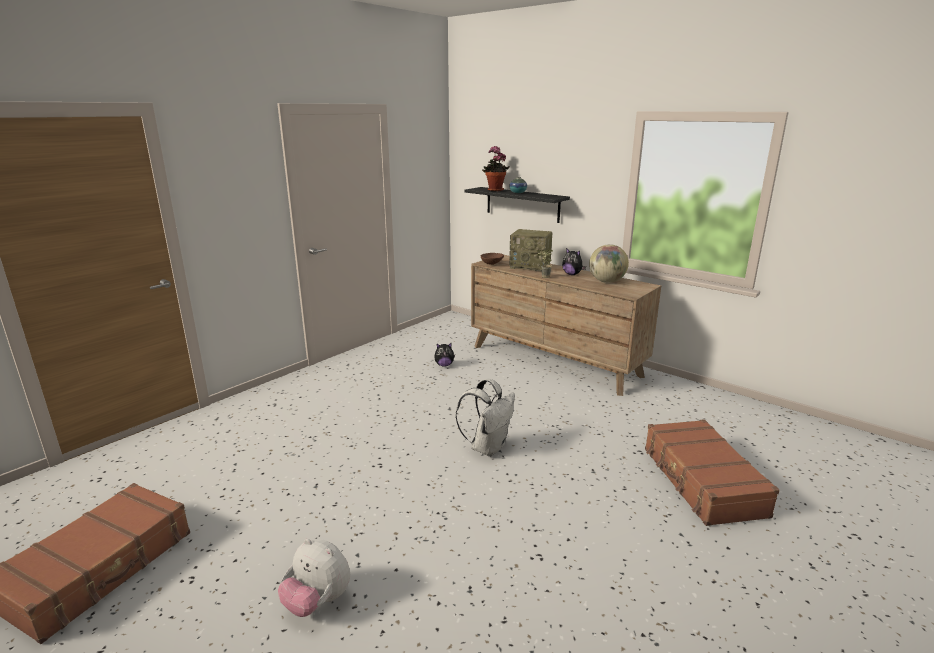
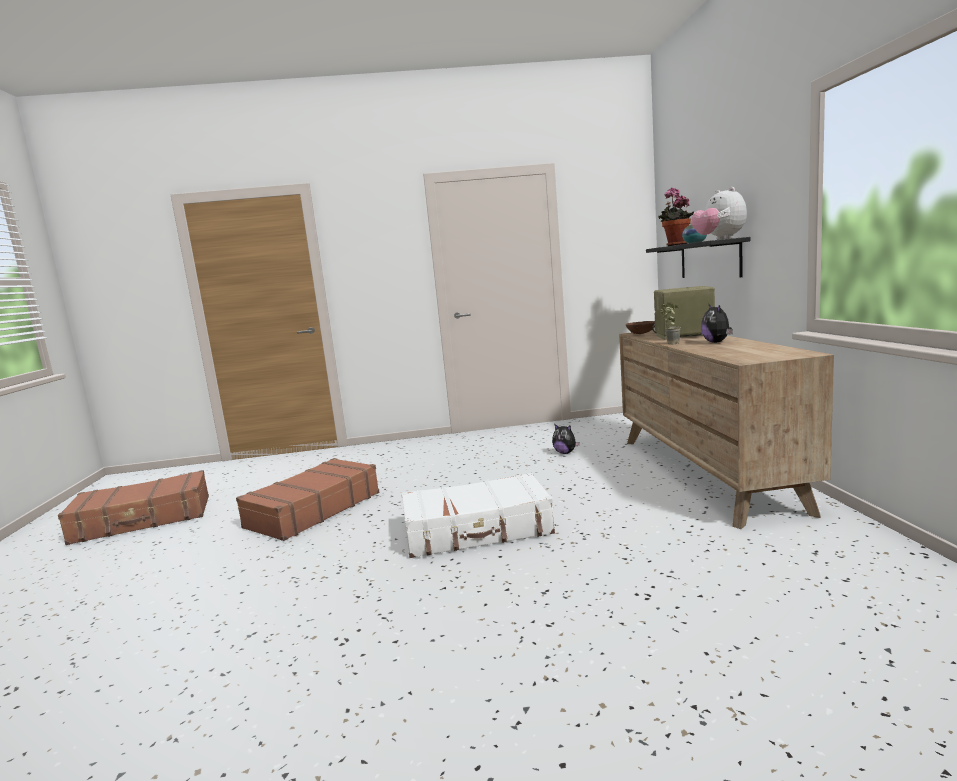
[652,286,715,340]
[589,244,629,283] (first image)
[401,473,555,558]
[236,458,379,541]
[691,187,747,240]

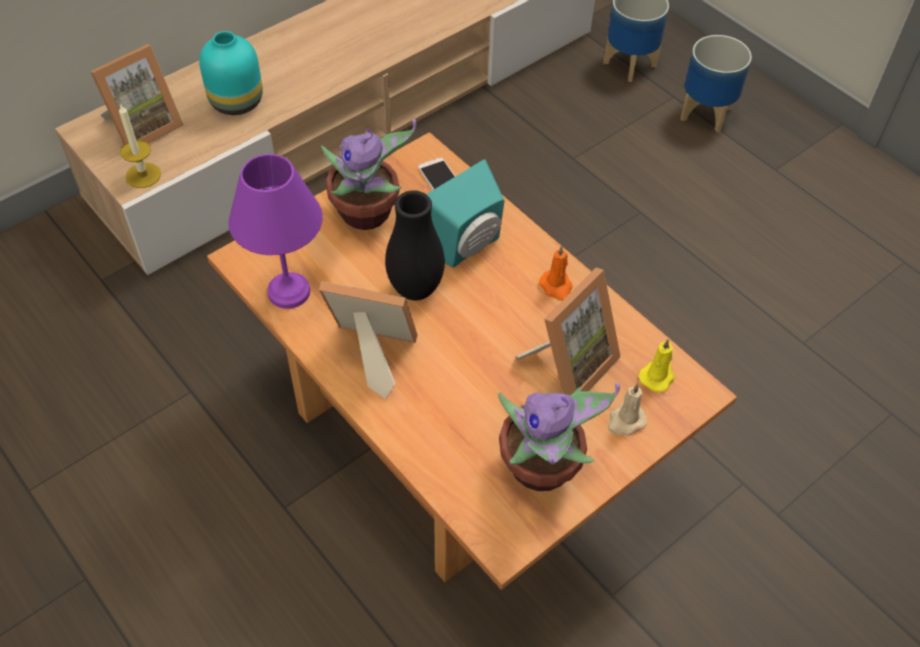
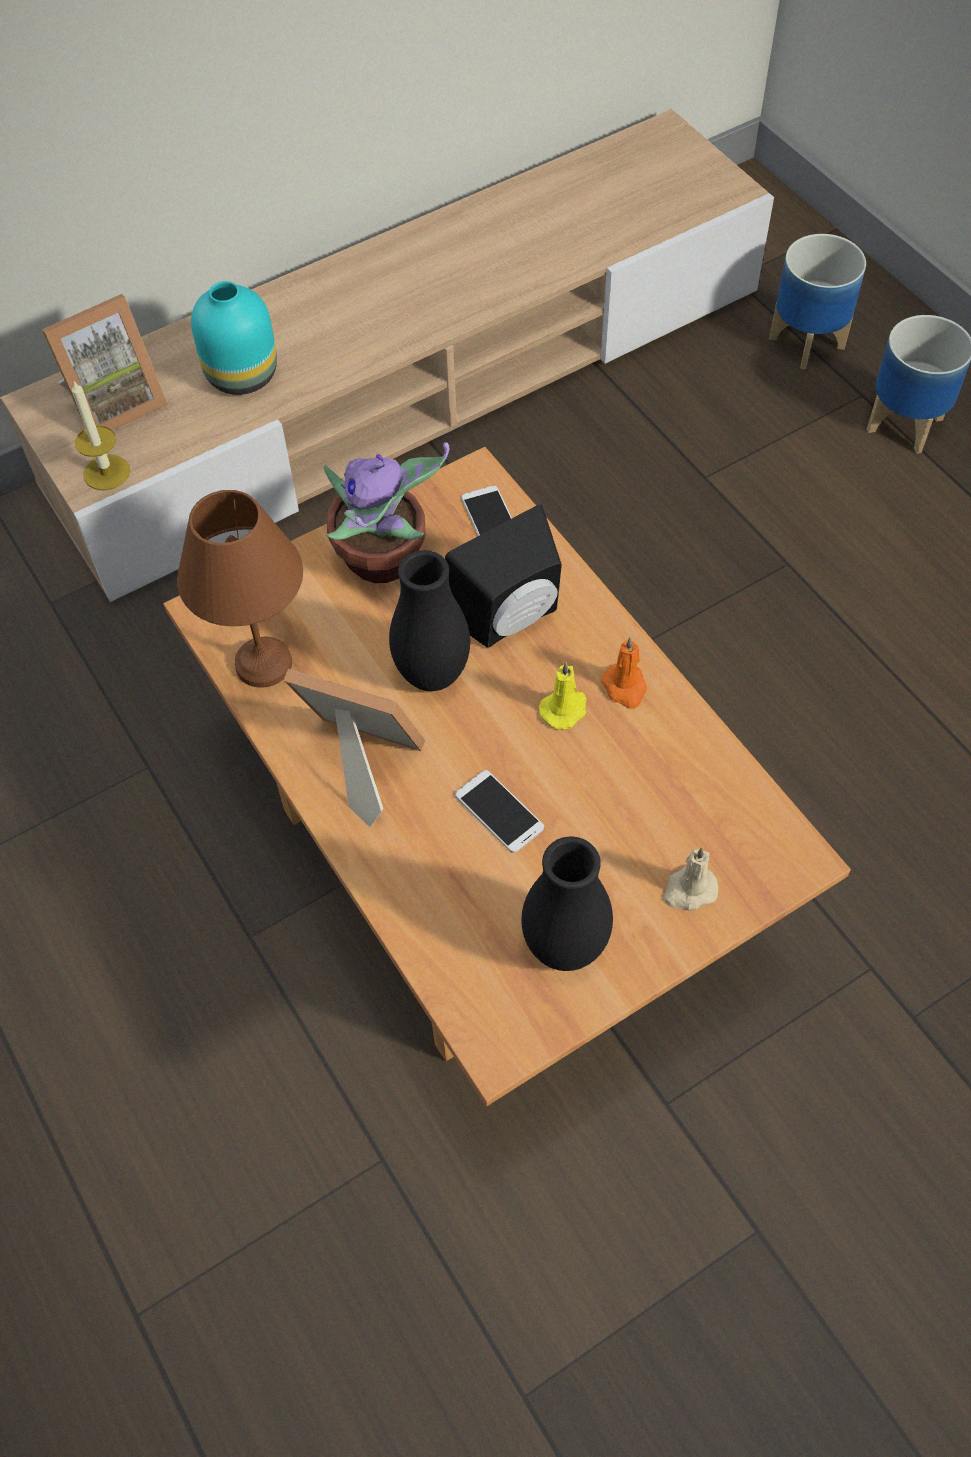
[177,490,303,688]
[445,504,562,648]
[515,267,621,396] (first image)
[539,662,586,730]
[521,837,613,971]
[455,770,544,853]

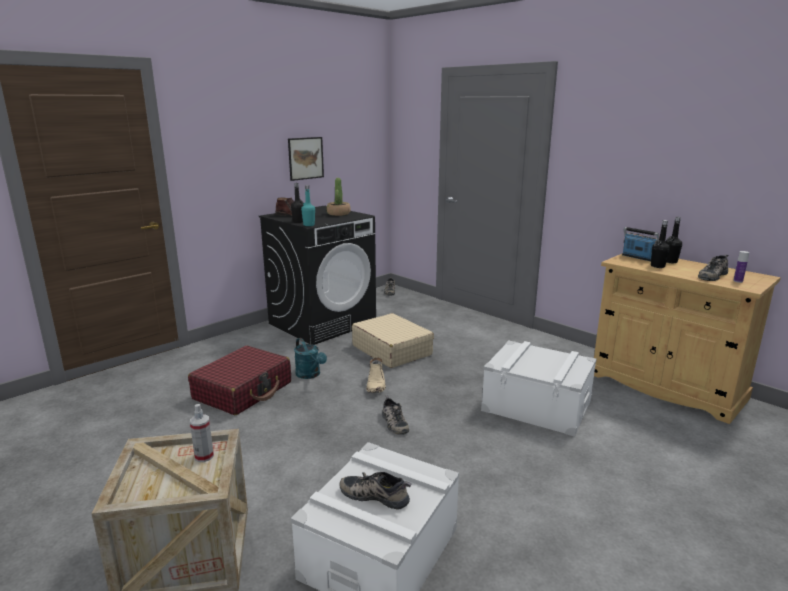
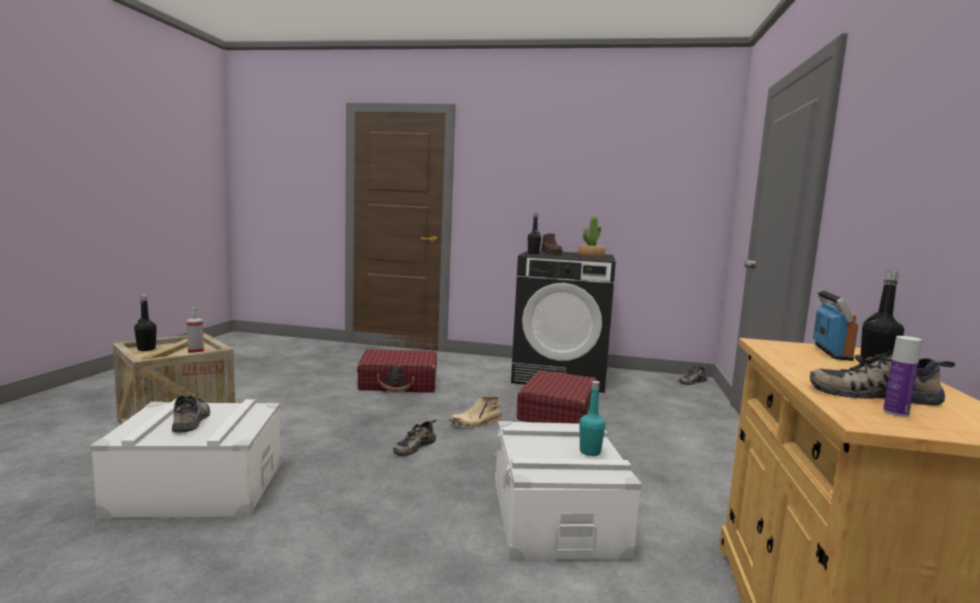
[288,137,324,181] (first image)
[580,381,606,456]
[134,295,157,351]
[517,370,597,424]
[294,338,327,379] (first image)

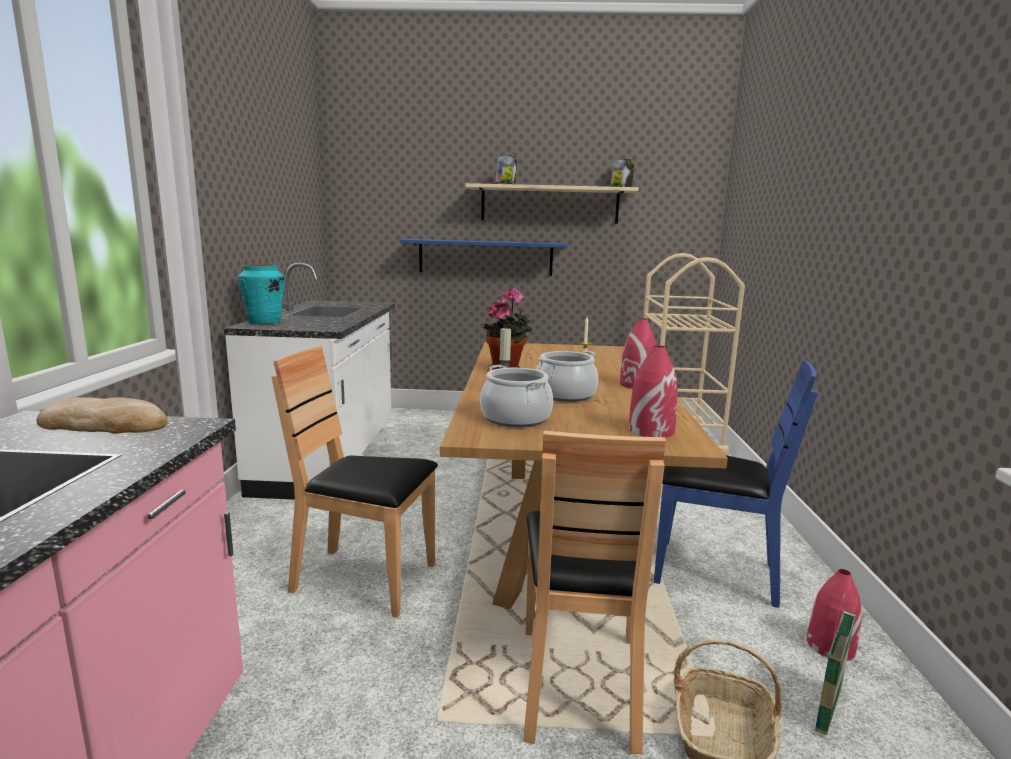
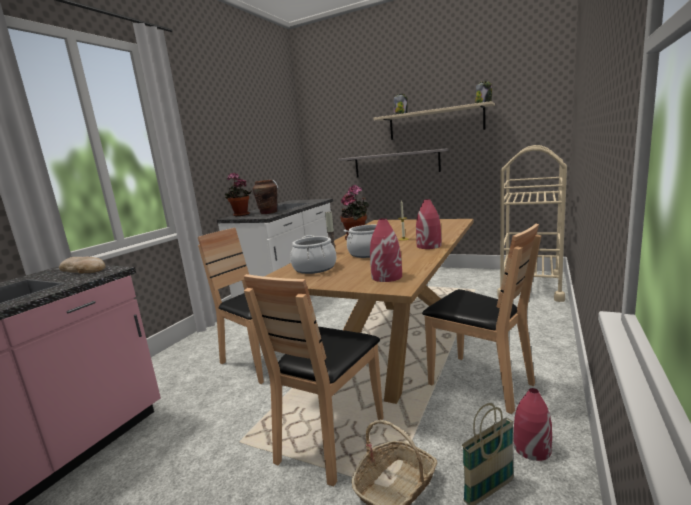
[338,148,449,177]
[225,173,252,217]
[422,223,541,414]
[252,180,277,214]

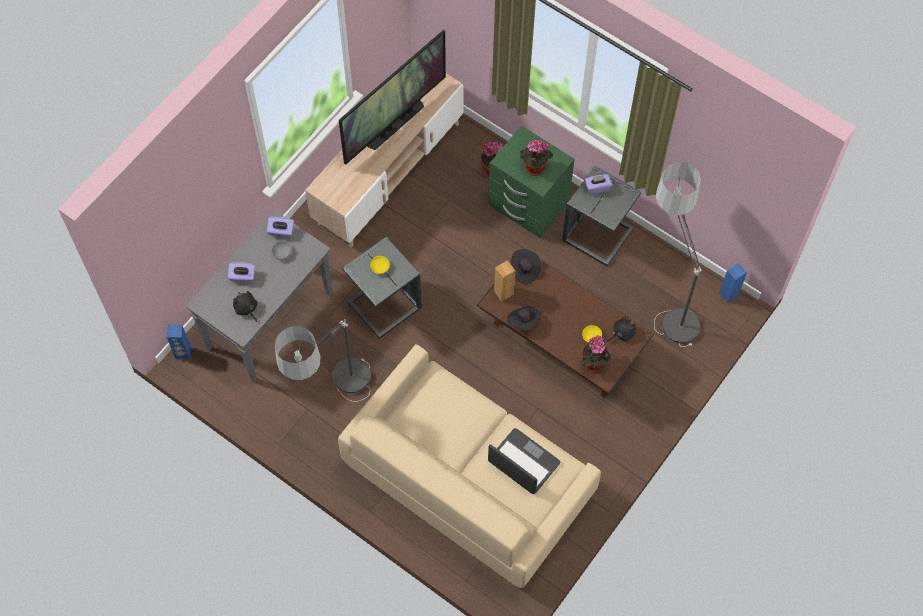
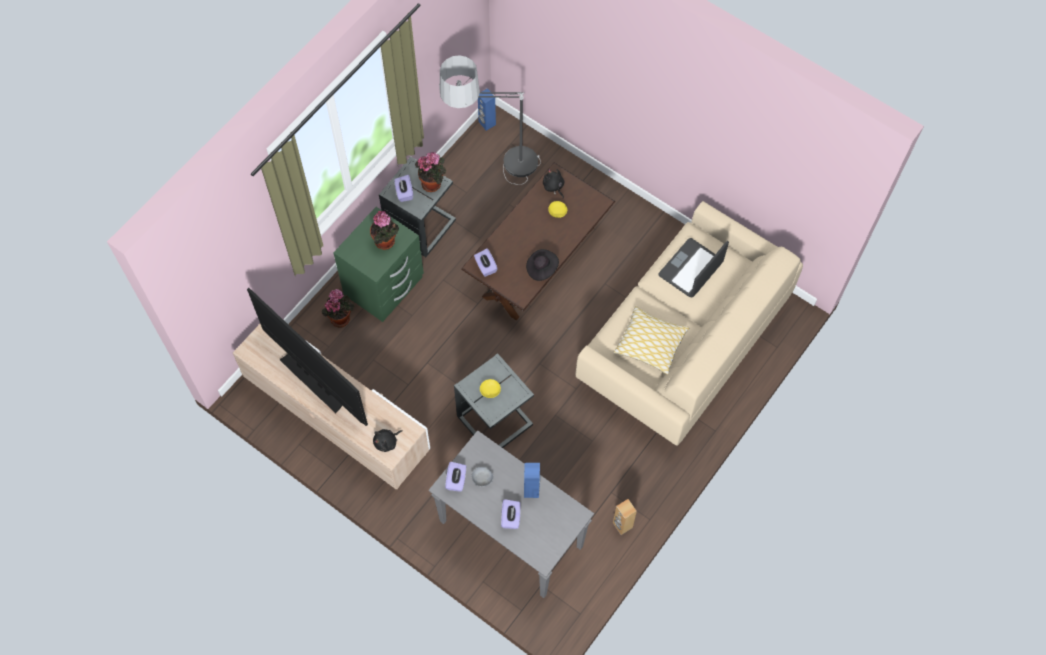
[474,248,498,277]
[613,499,637,535]
[373,429,403,452]
[275,319,371,402] (first image)
[524,463,540,498]
[415,152,446,192]
[614,306,689,375]

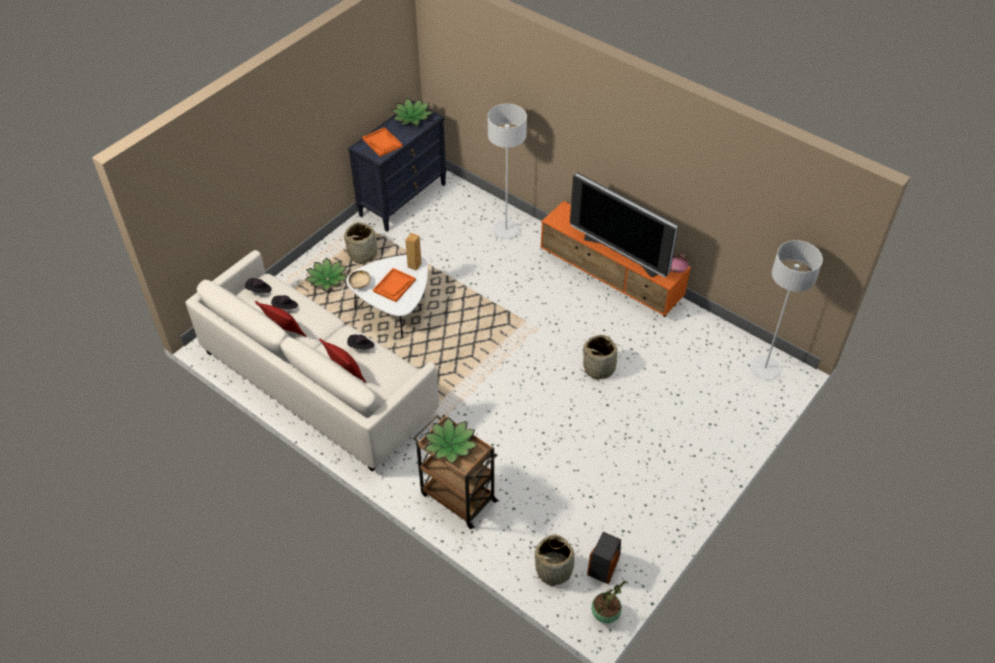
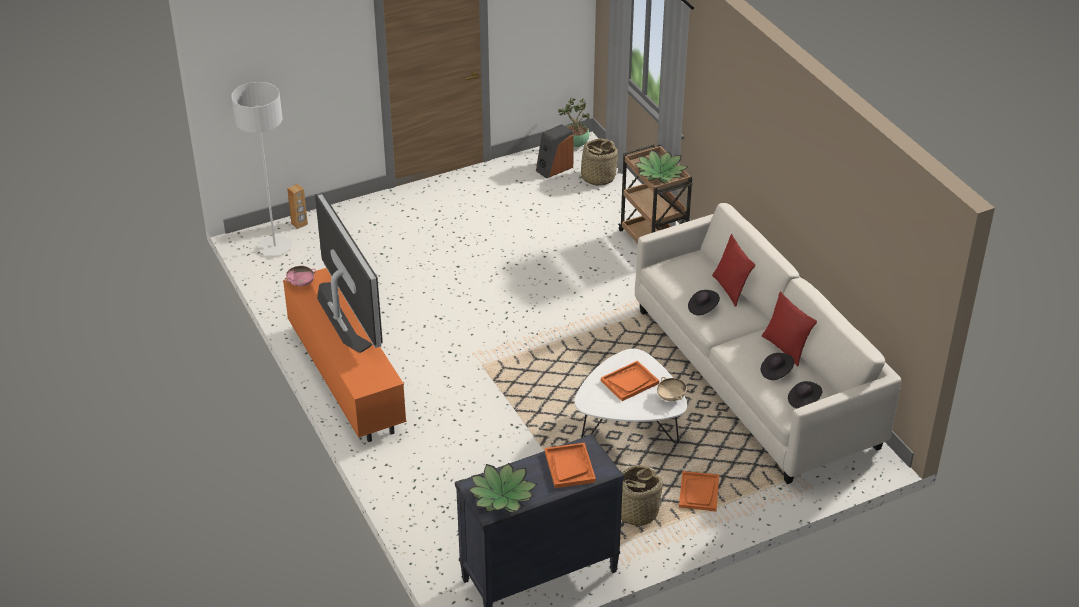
[488,104,527,239] (first image)
[287,184,308,229]
[679,471,719,512]
[583,335,623,379] (first image)

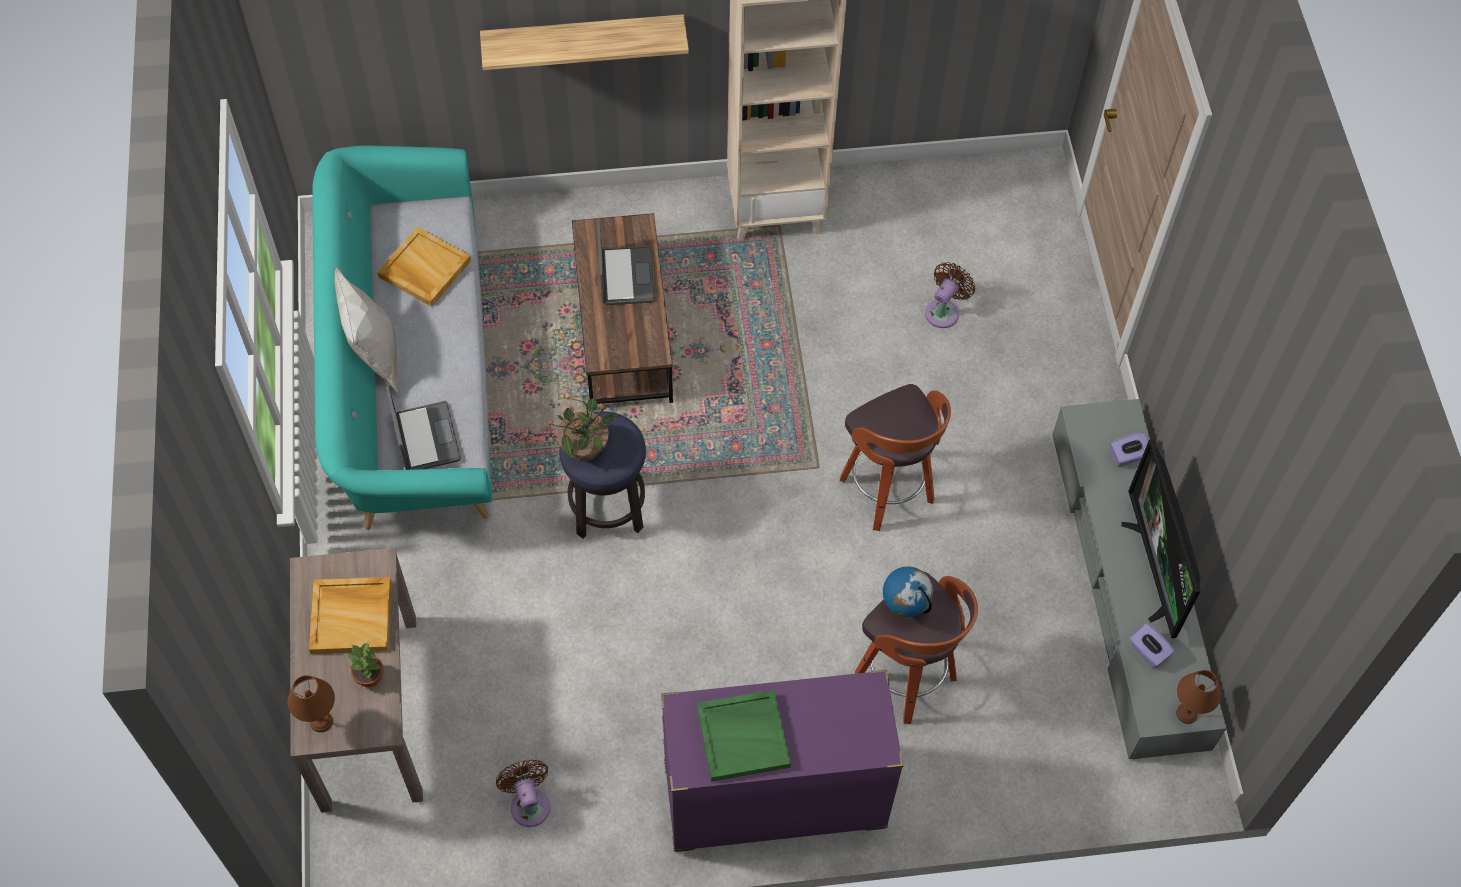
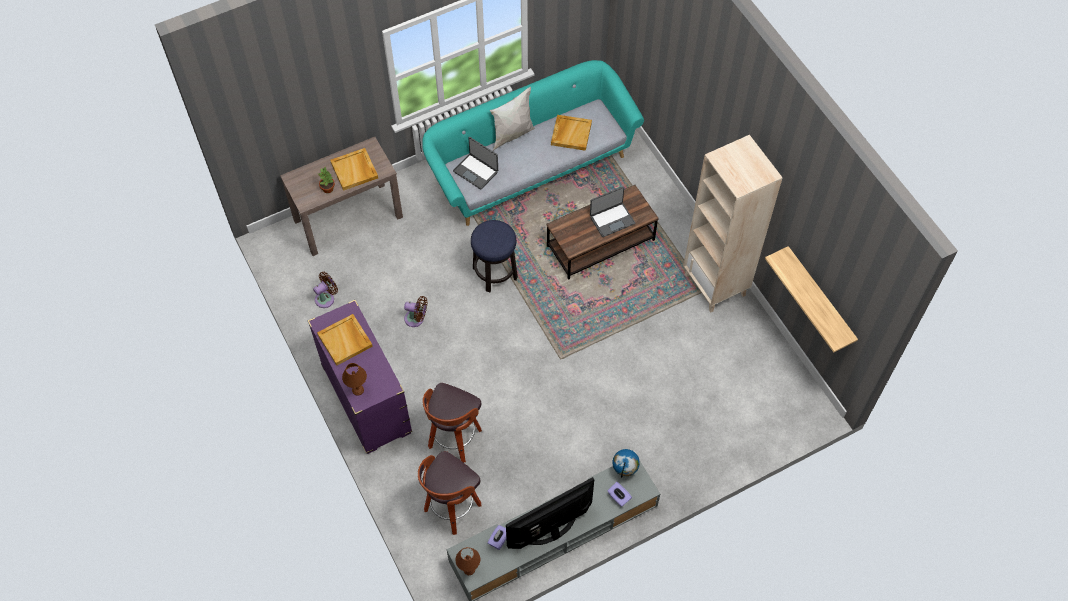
[765,246,858,353]
[404,296,427,327]
[418,451,481,535]
[453,137,498,189]
[546,386,621,461] (first image)
[613,449,640,478]
[342,363,367,396]
[317,314,373,366]

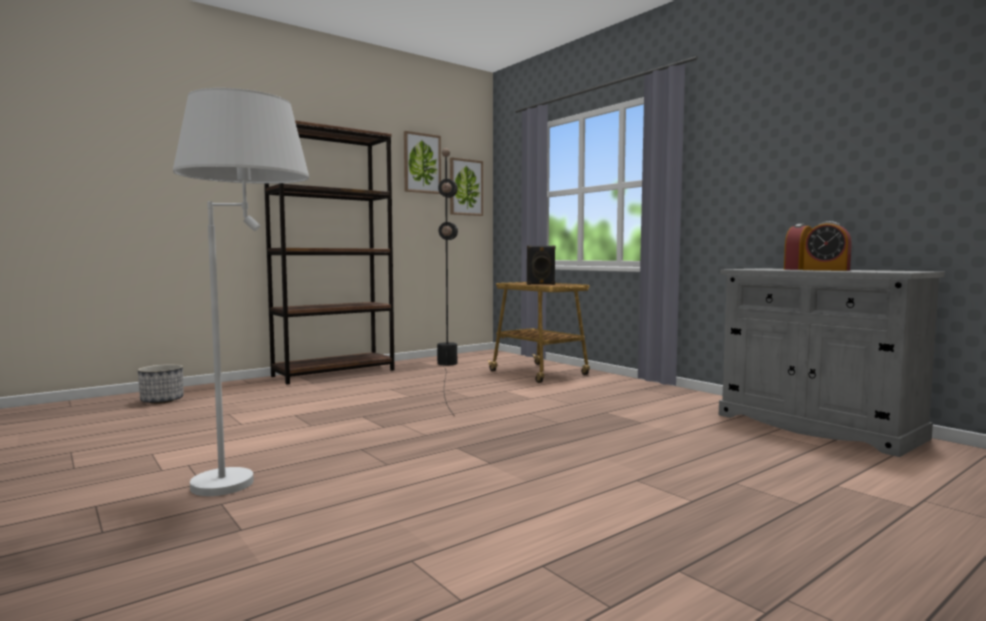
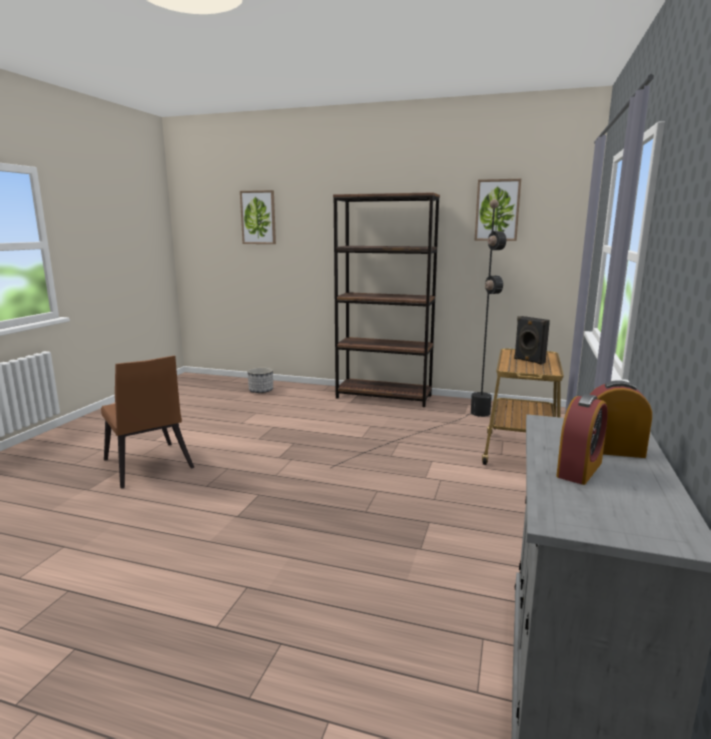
[101,356,194,489]
[240,190,276,244]
[556,394,608,485]

